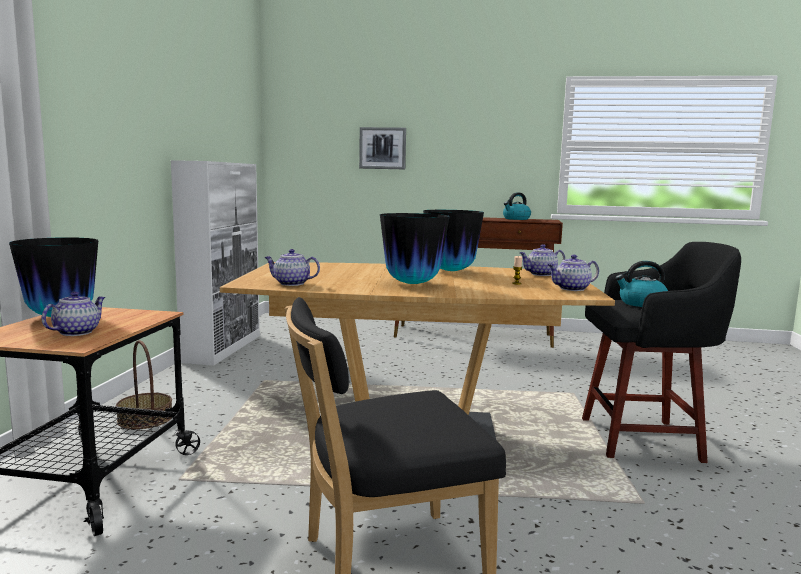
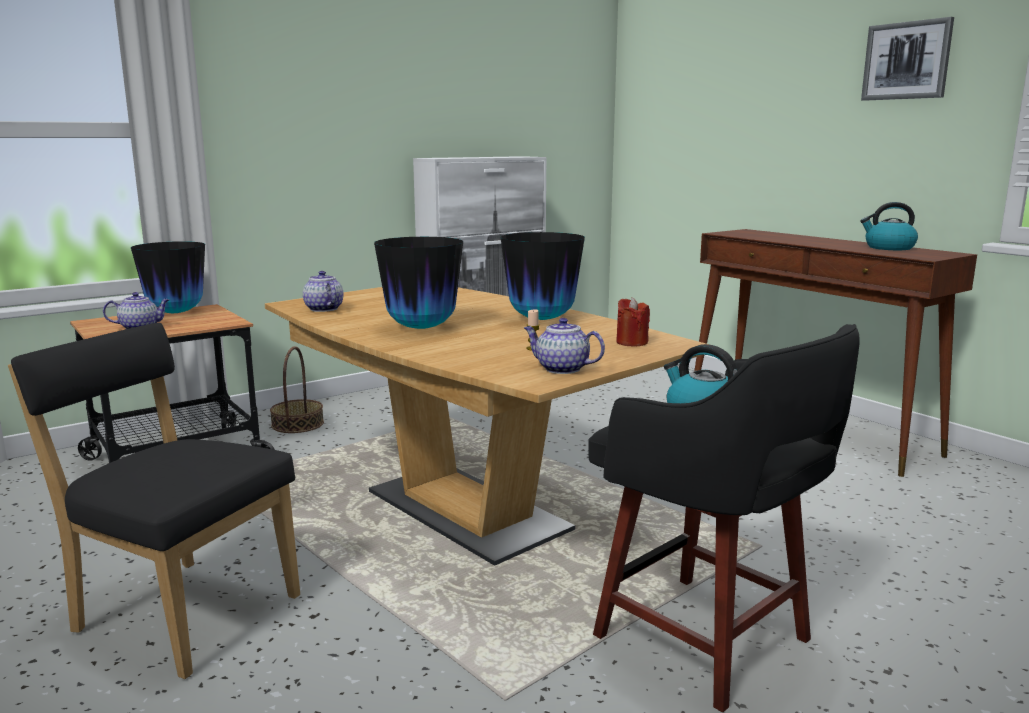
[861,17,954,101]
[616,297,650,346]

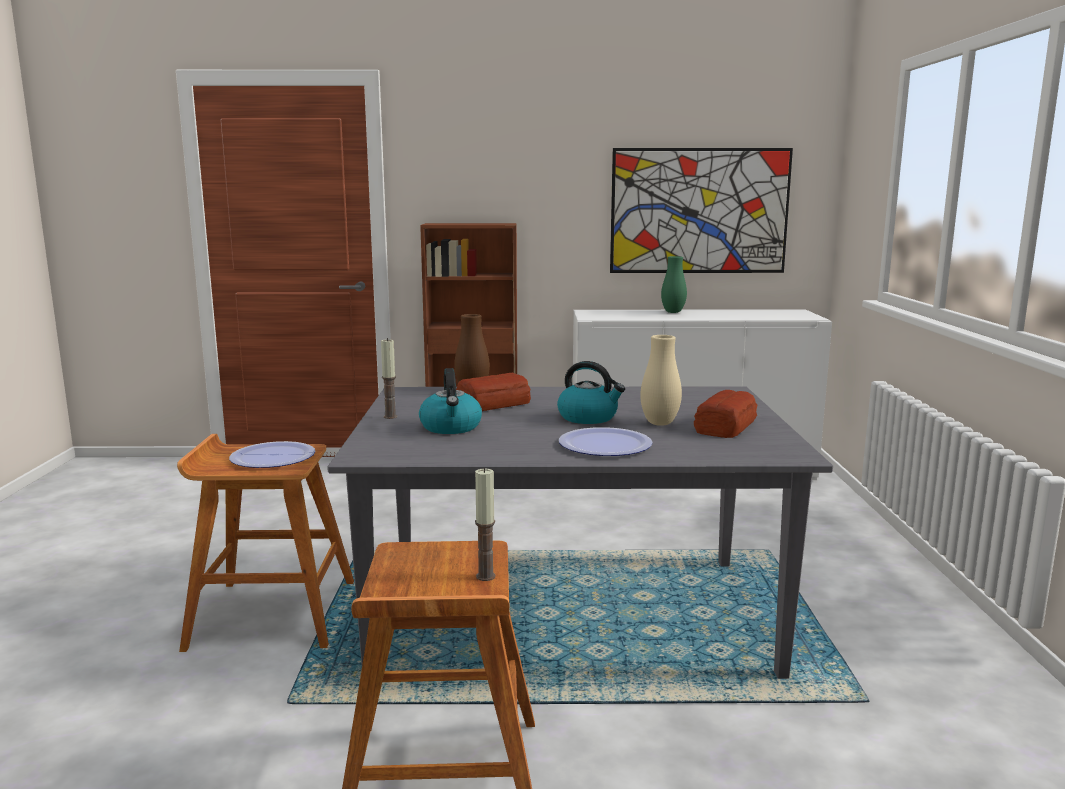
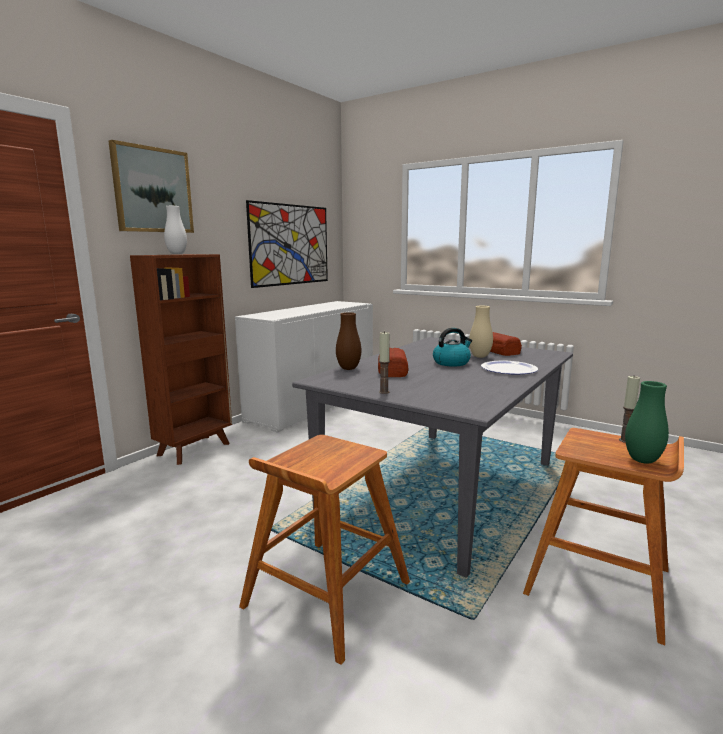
[625,381,669,464]
[419,368,482,434] (first image)
[229,441,316,468] (first image)
[108,140,194,233]
[164,206,187,254]

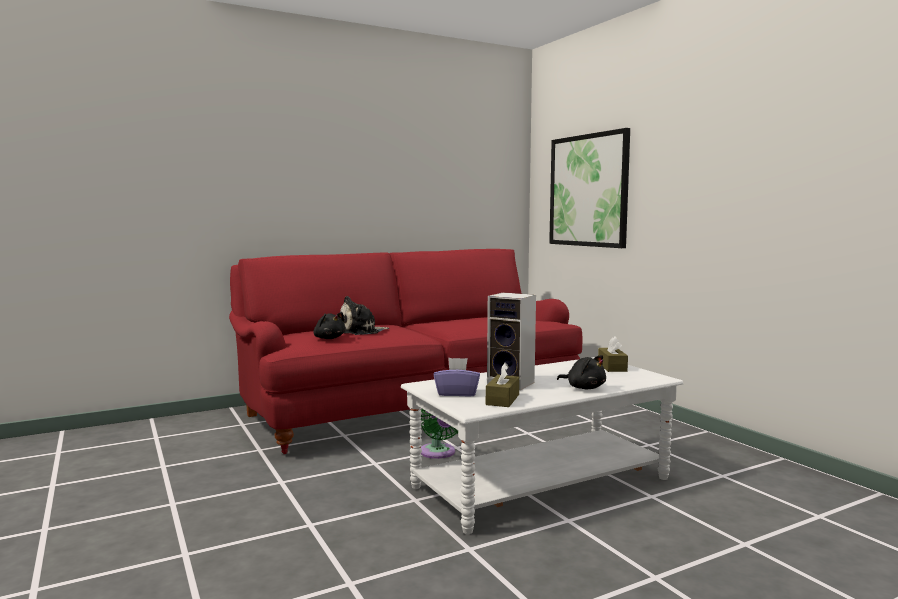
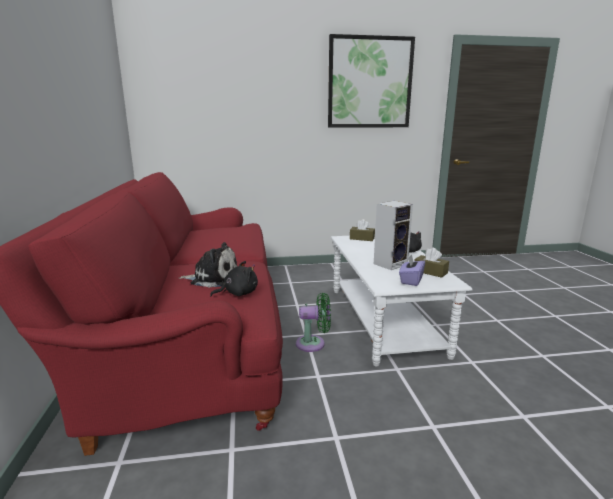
[328,34,415,127]
[179,242,237,287]

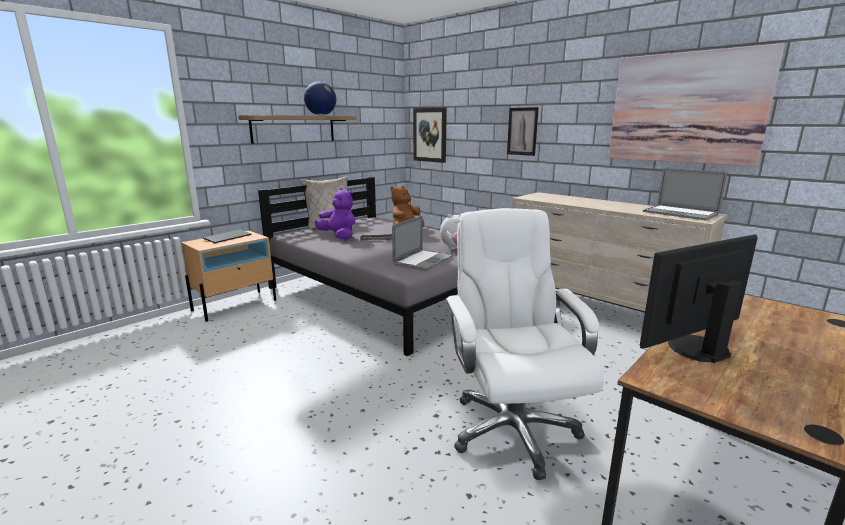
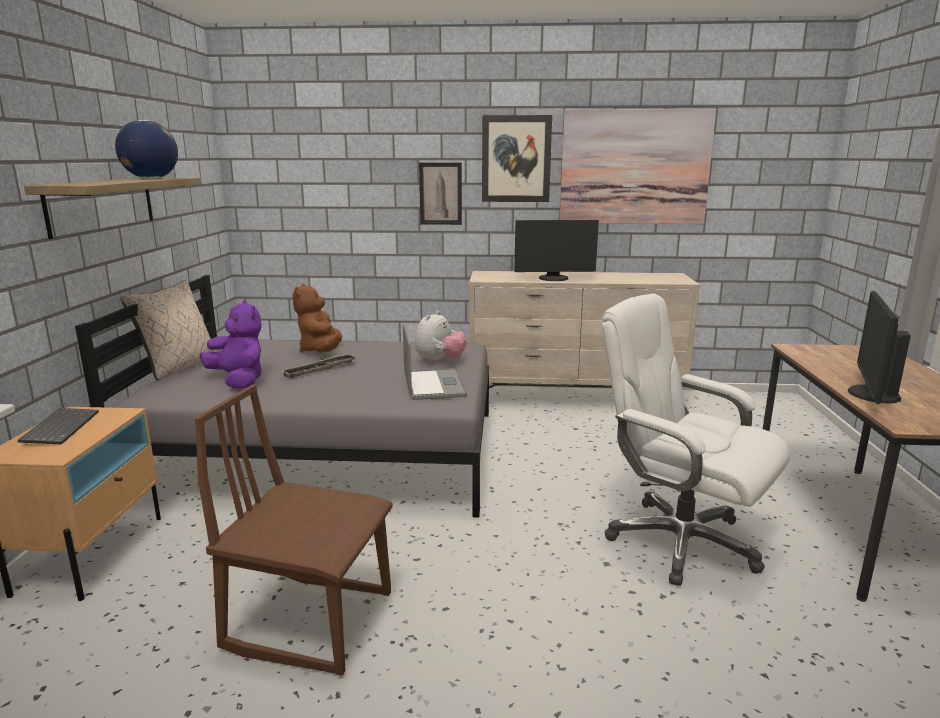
[482,115,552,202]
[643,168,727,221] (first image)
[200,300,262,388]
[514,220,599,281]
[195,384,393,676]

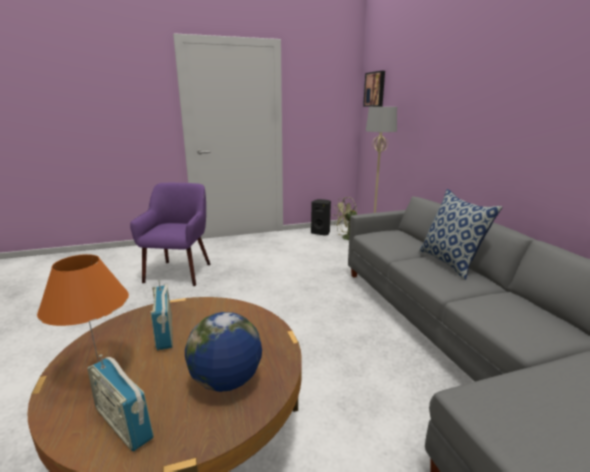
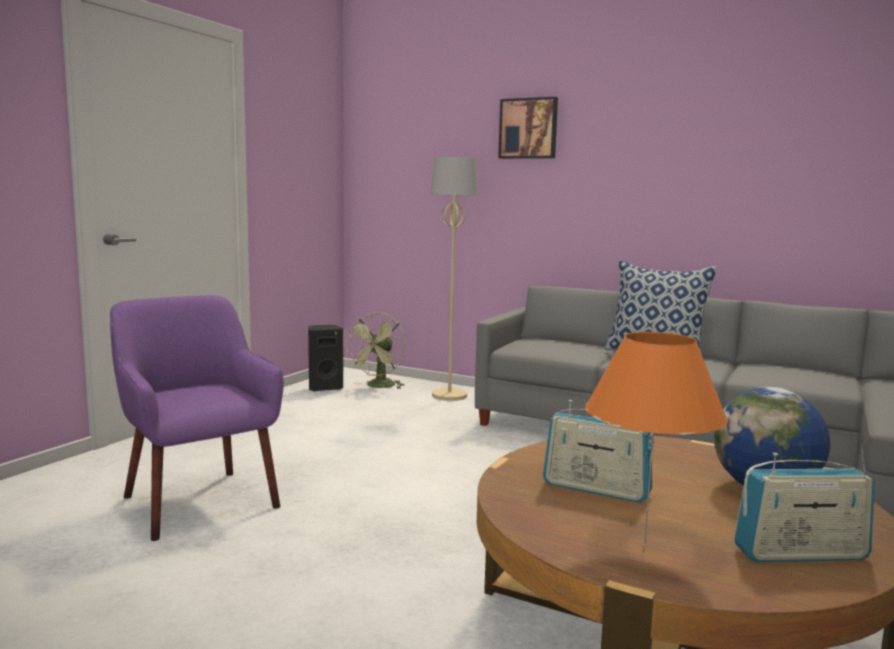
[498,97,558,159]

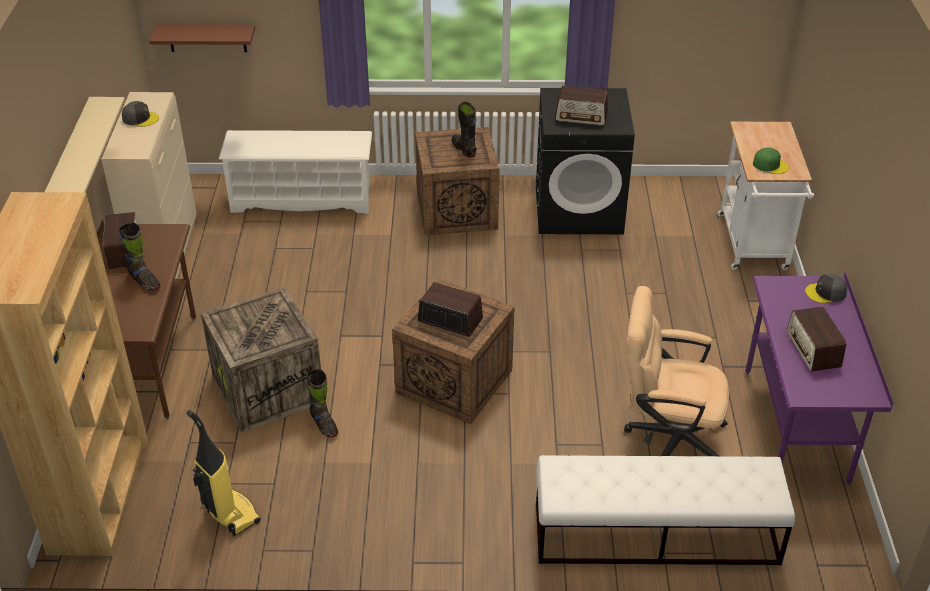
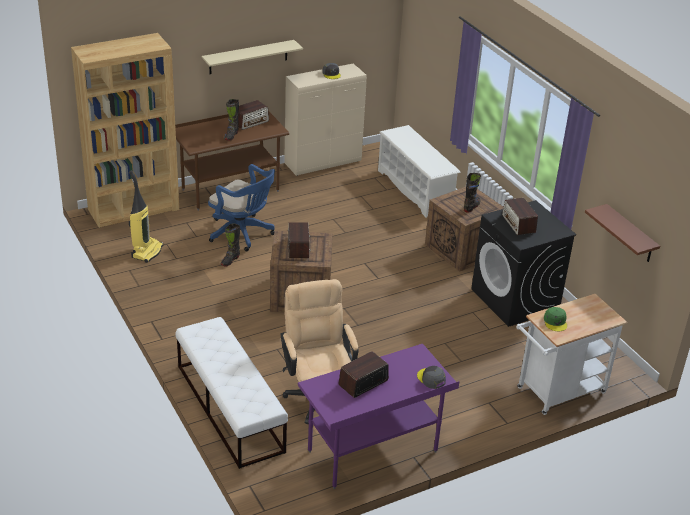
[585,204,660,262]
[208,164,275,251]

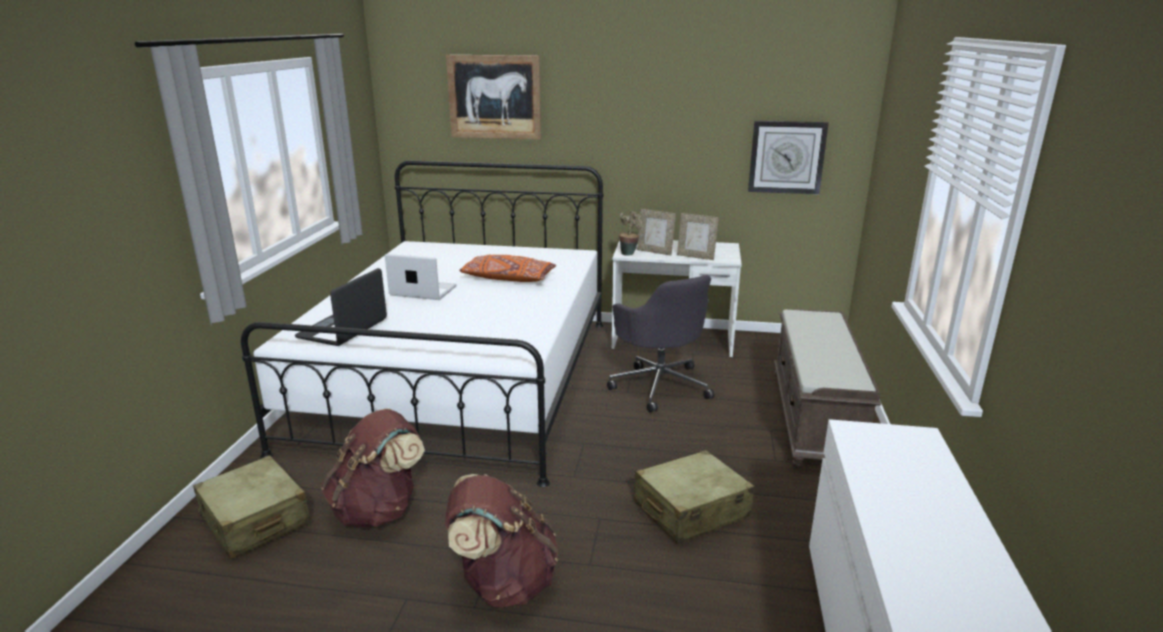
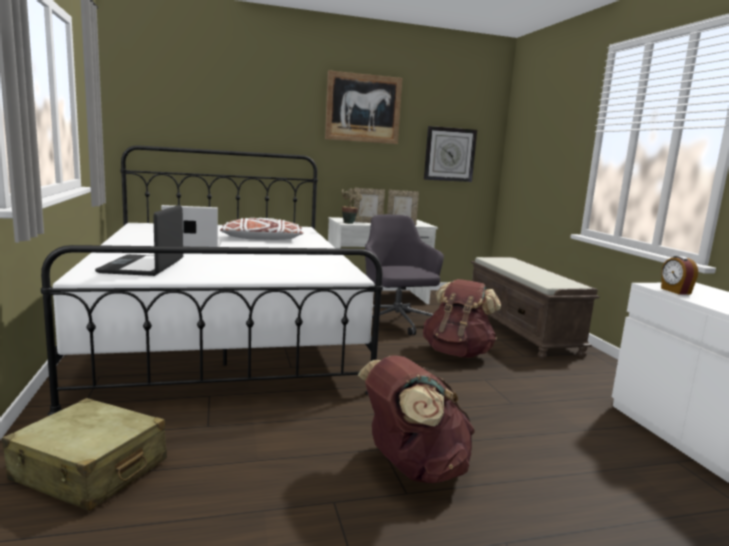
[325,70,402,144]
[220,218,304,240]
[365,214,444,335]
[423,279,501,358]
[634,450,754,544] (first image)
[661,256,698,294]

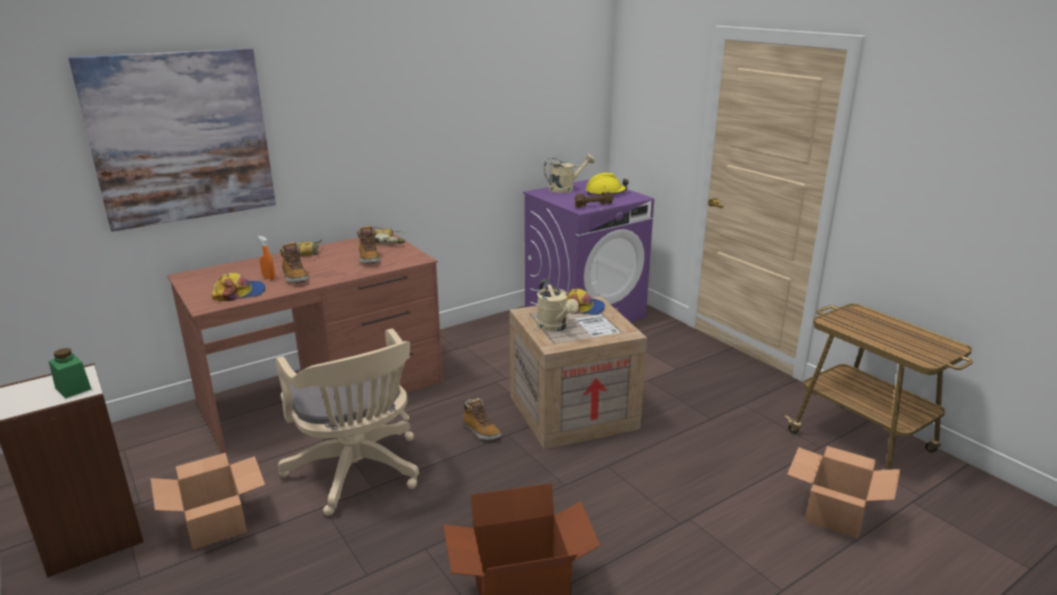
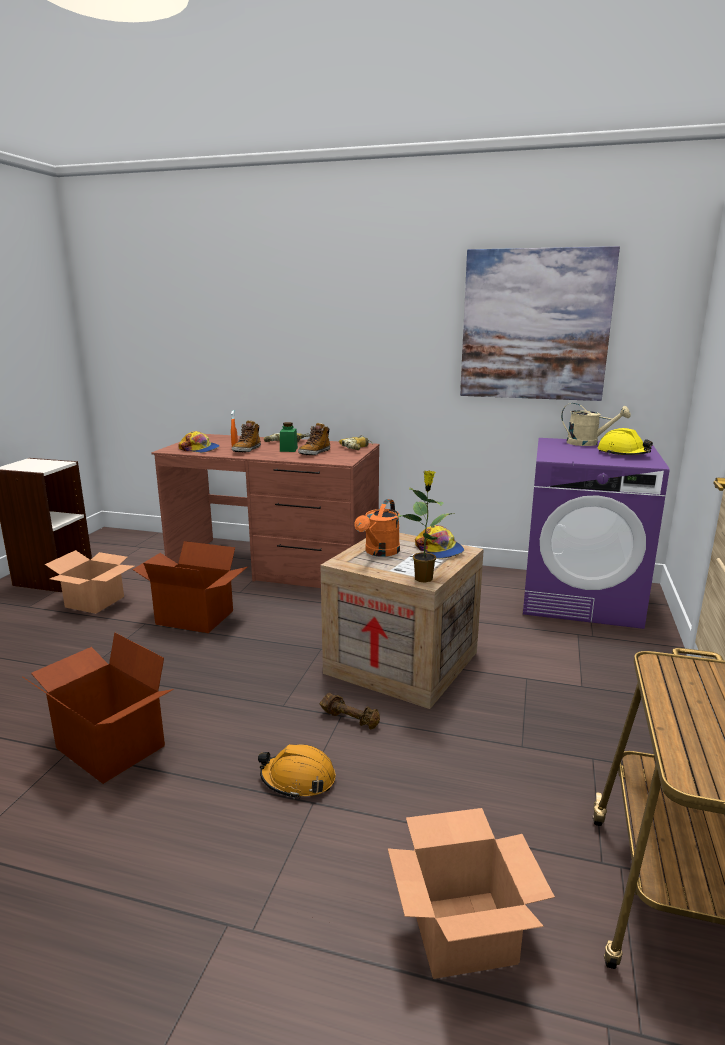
[460,246,620,401]
[320,693,380,730]
[355,499,400,556]
[132,541,248,633]
[280,422,298,452]
[463,398,501,440] (first image)
[398,470,455,583]
[258,744,336,799]

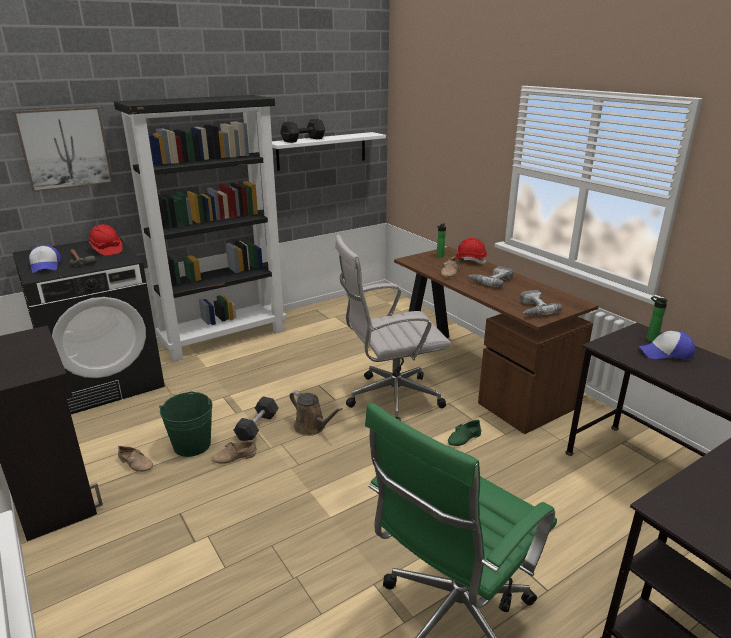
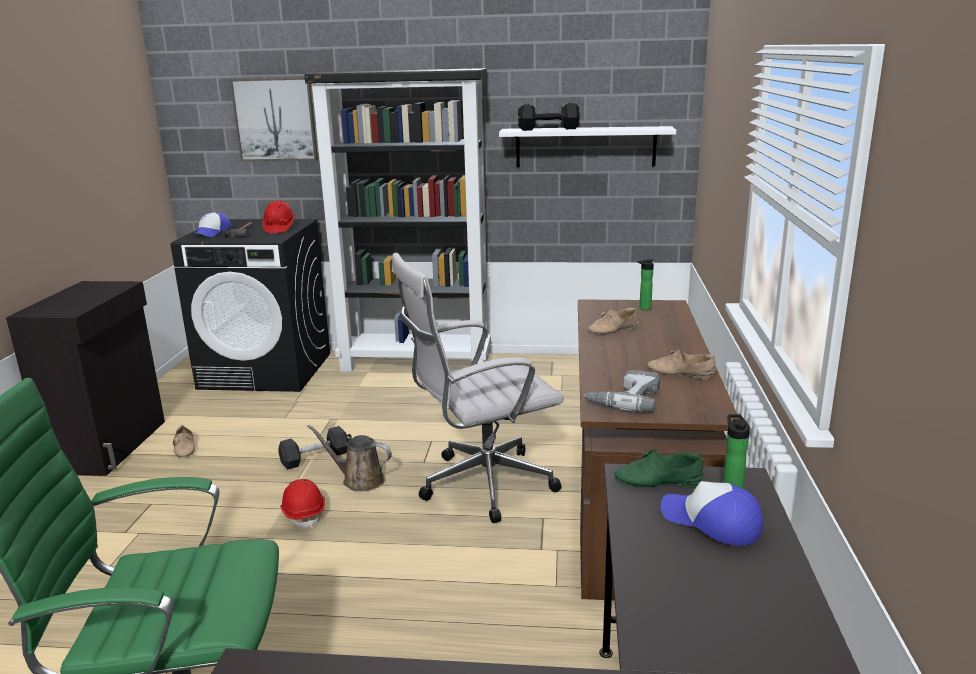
[392,253,564,523]
[280,479,325,528]
[468,266,513,288] (first image)
[307,424,392,491]
[159,391,213,457] (first image)
[615,449,704,488]
[647,348,716,380]

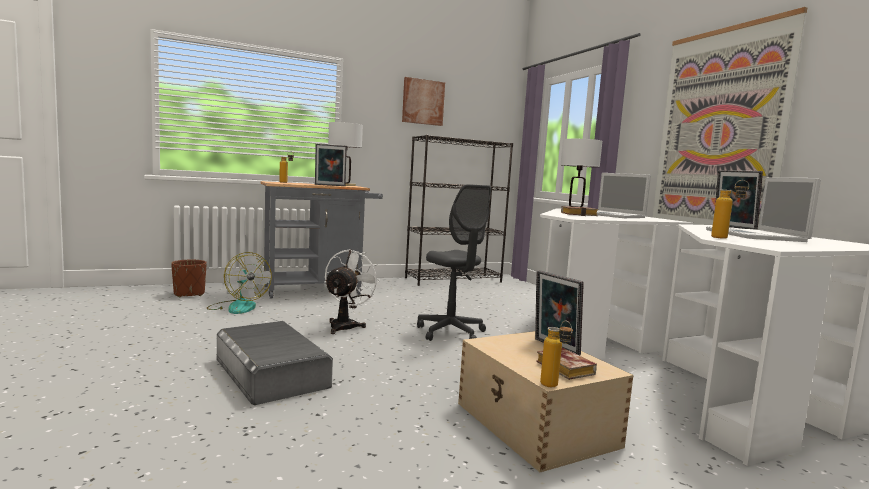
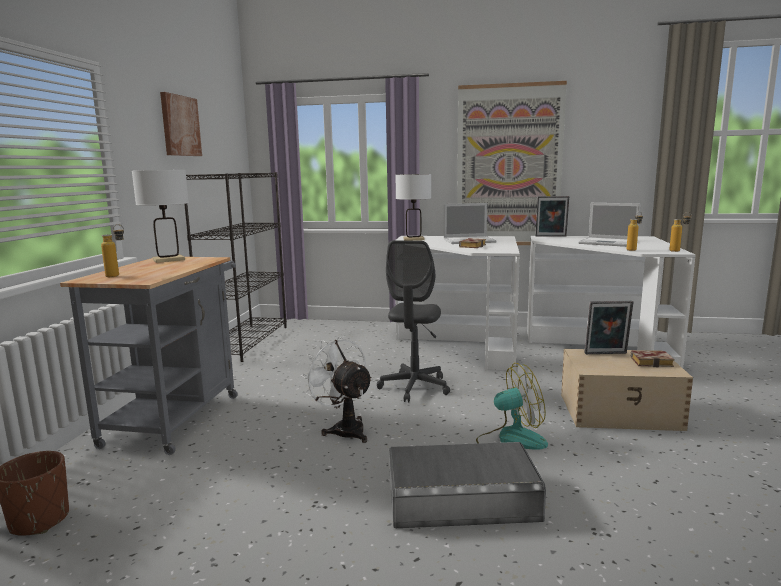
[315,144,347,186] (first image)
[377,240,450,402]
[476,363,548,450]
[669,212,692,252]

